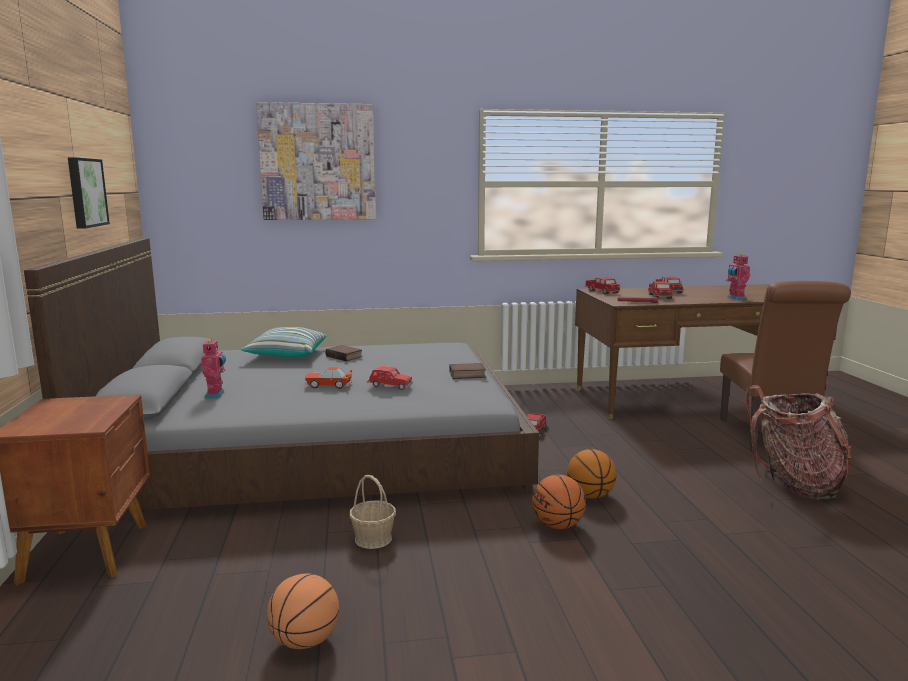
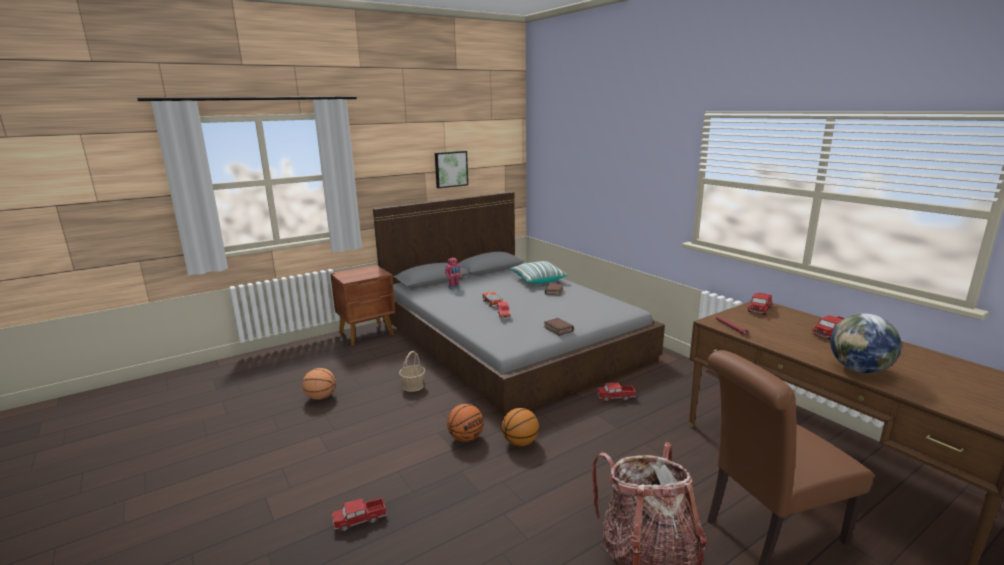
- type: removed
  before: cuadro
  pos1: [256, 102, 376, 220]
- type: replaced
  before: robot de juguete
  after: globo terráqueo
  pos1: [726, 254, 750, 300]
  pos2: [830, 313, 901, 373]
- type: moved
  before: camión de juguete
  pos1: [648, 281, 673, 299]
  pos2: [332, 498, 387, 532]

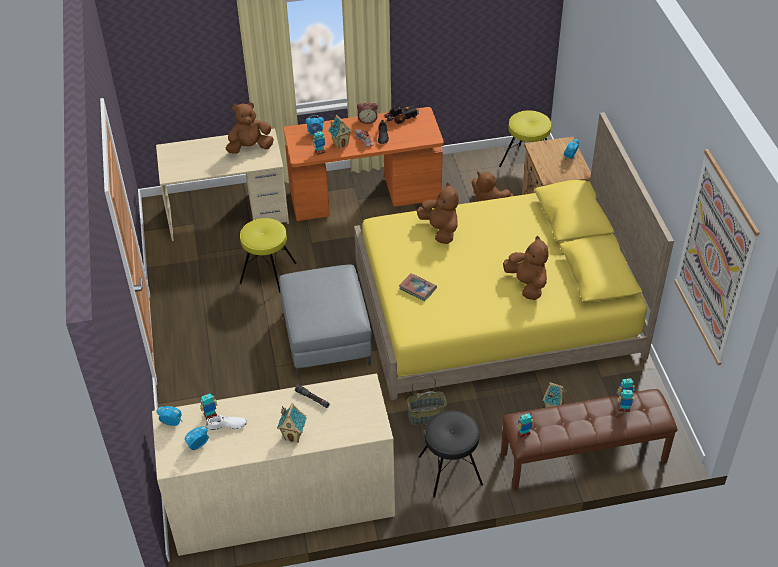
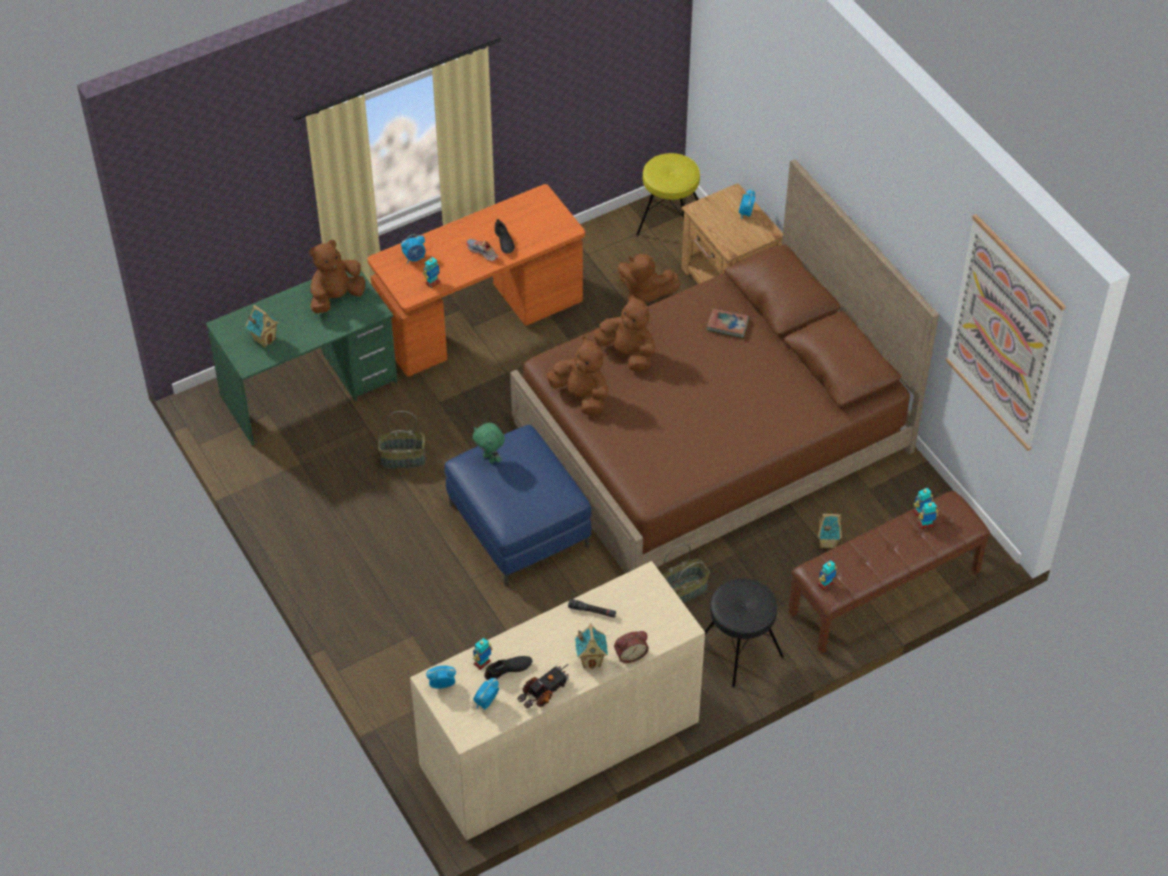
- type: moved
  before: despertador
  pos1: [357, 103, 378, 124]
  pos2: [614, 631, 649, 663]
- type: moved
  before: camión de juguete
  pos1: [384, 105, 420, 124]
  pos2: [517, 664, 569, 708]
- type: recoloured
  before: cama/amarillo
  after: cama/marrón
  pos1: [354, 112, 674, 400]
  pos2: [510, 159, 939, 574]
- type: moved
  before: casita
  pos1: [328, 115, 352, 149]
  pos2: [245, 305, 279, 348]
- type: recoloured
  before: escritorio/beis
  after: escritorio/verde
  pos1: [156, 128, 289, 241]
  pos2: [206, 271, 398, 446]
- type: replaced
  before: taburete/amarillo
  after: cesta
  pos1: [240, 218, 297, 293]
  pos2: [378, 411, 425, 468]
- type: moved
  before: peluche/marrón
  pos1: [503, 236, 549, 300]
  pos2: [547, 336, 609, 415]
- type: recoloured
  before: puf/gris
  after: puf/azul
  pos1: [279, 264, 372, 377]
  pos2: [445, 425, 591, 586]
- type: moved
  before: libro
  pos1: [399, 273, 437, 301]
  pos2: [707, 308, 749, 338]
- type: recoloured
  before: zapato/blanco
  after: zapato/negro
  pos1: [206, 415, 247, 430]
  pos2: [484, 656, 532, 680]
- type: added
  after: peluche/verde
  pos2: [473, 423, 505, 463]

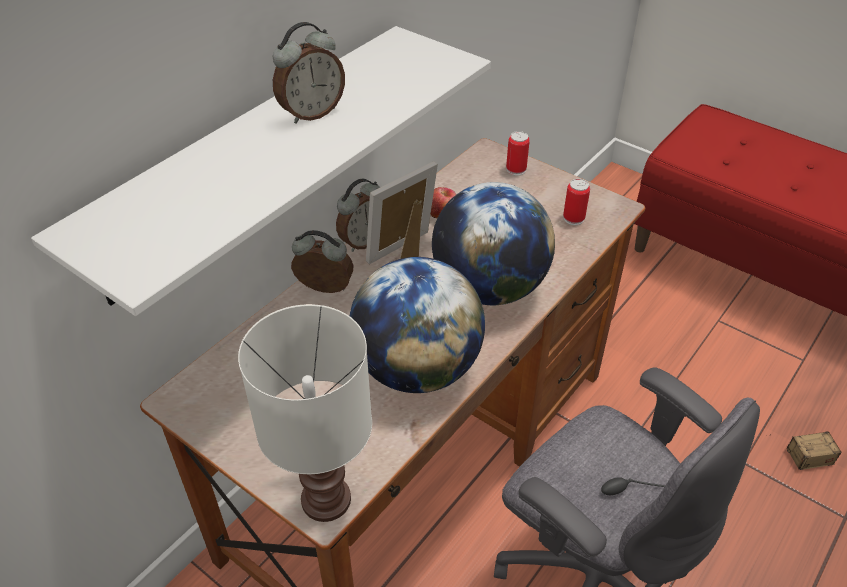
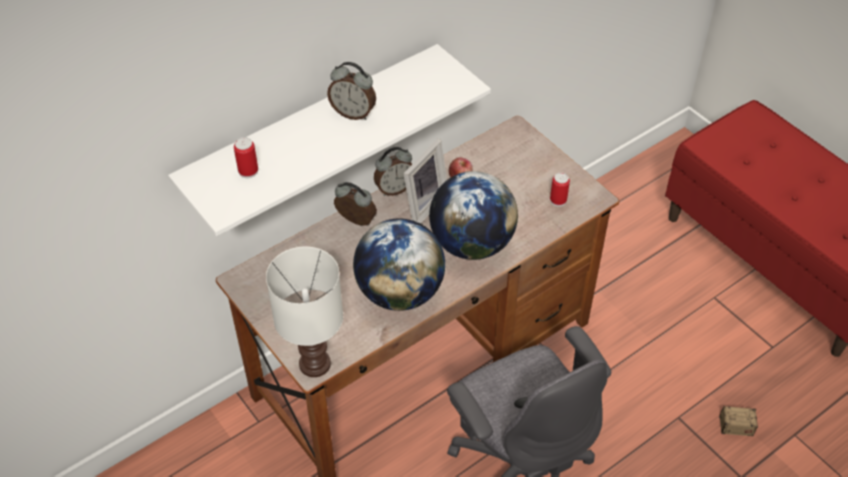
- type: turned
  before: despertador
  pos1: [273, 22, 345, 124]
  pos2: [327, 62, 376, 120]
  turn: 45
- type: moved
  before: lata
  pos1: [506, 131, 530, 176]
  pos2: [234, 137, 258, 178]
- type: turned
  before: portarretratos
  pos1: [366, 161, 438, 264]
  pos2: [404, 139, 447, 224]
  turn: 150

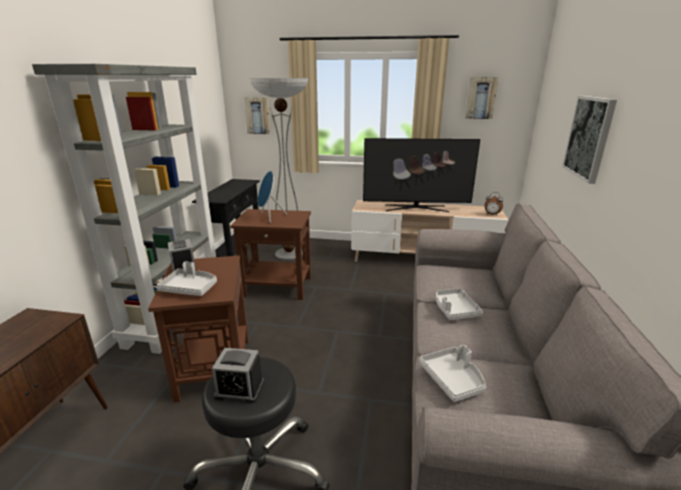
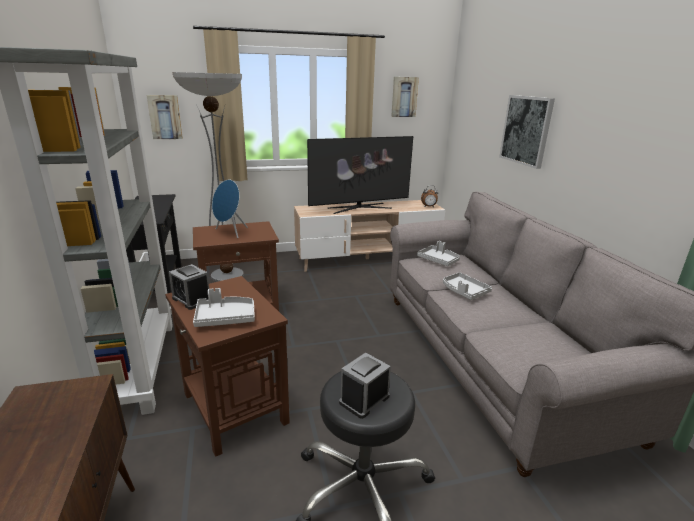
- type: moved
  before: bandeja/gris
  pos1: [419, 345, 486, 402]
  pos2: [417, 241, 460, 266]
- type: turned
  before: despertador
  pos1: [212, 348, 264, 403]
  pos2: [339, 353, 391, 419]
  turn: 150

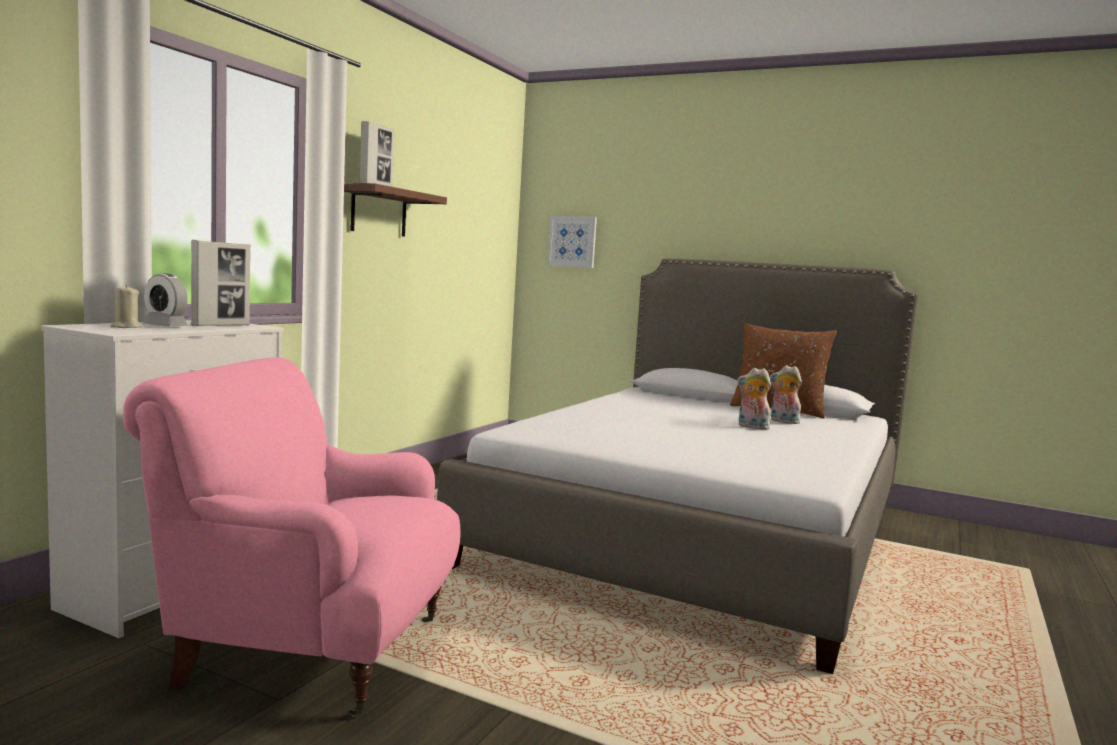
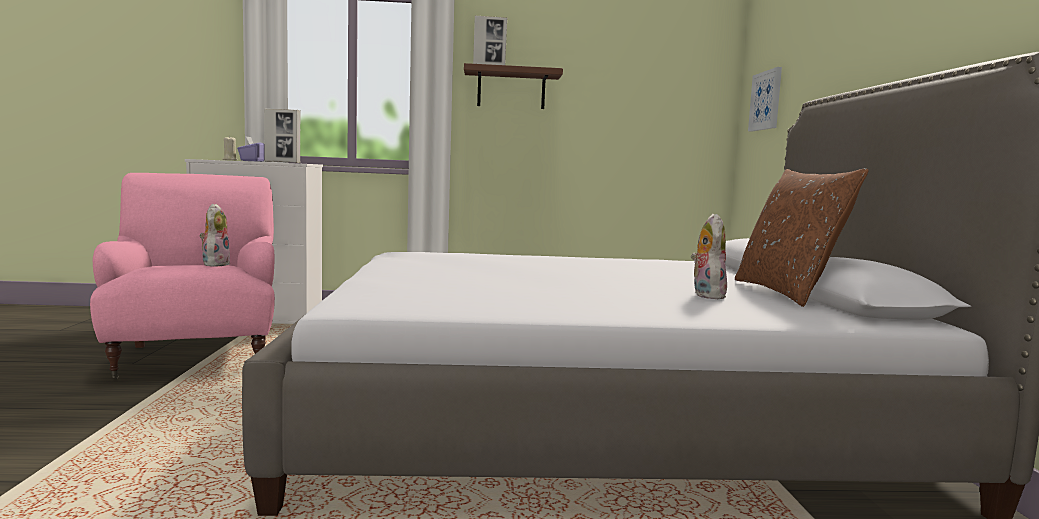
- type: replaced
  before: despertador
  after: caja de pañuelos/morado
  pos1: [144, 273, 188, 327]
  pos2: [237, 136, 265, 162]
- type: moved
  before: peluche
  pos1: [737, 368, 771, 430]
  pos2: [200, 204, 230, 267]

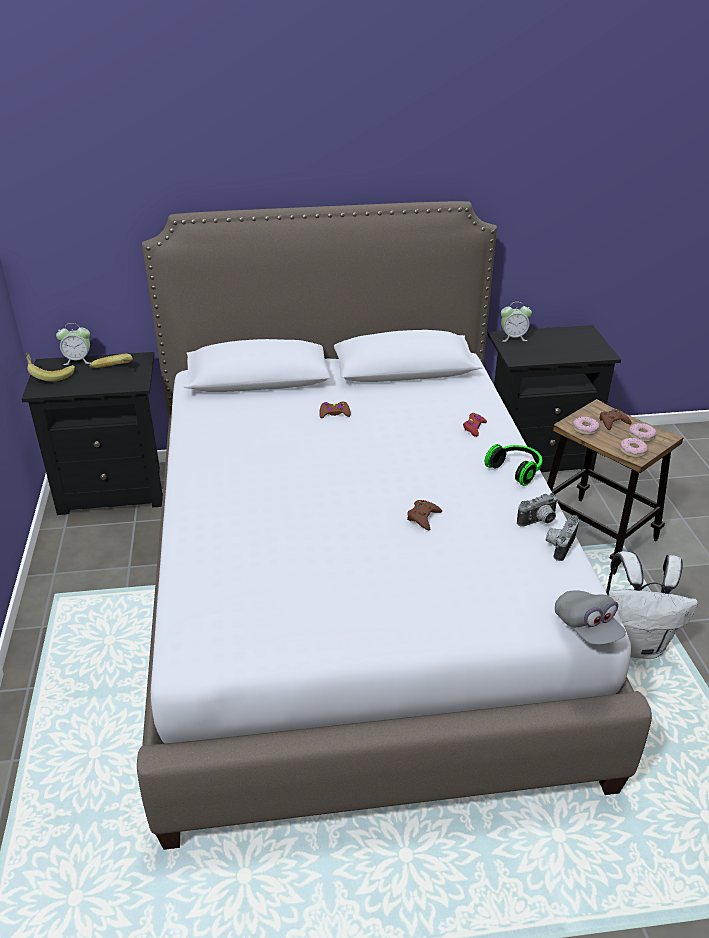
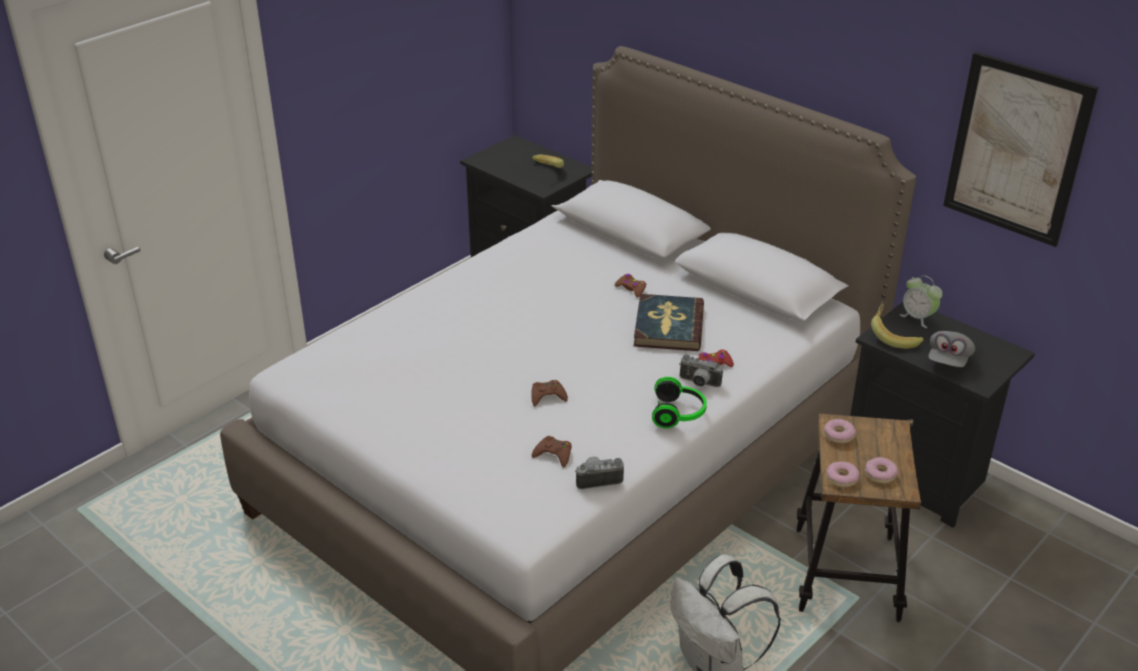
- type: removed
  before: despertador
  pos1: [56, 323, 90, 365]
- type: moved
  before: plátano
  pos1: [26, 353, 75, 381]
  pos2: [871, 301, 924, 349]
- type: moved
  before: mando de consola/marrón
  pos1: [599, 409, 631, 430]
  pos2: [532, 436, 572, 468]
- type: moved
  before: cámara
  pos1: [517, 493, 558, 527]
  pos2: [679, 354, 723, 387]
- type: moved
  before: gorra/gris
  pos1: [555, 590, 626, 644]
  pos2: [928, 331, 975, 367]
- type: added
  after: cuadro
  pos2: [943, 52, 1098, 247]
- type: added
  after: libro
  pos2: [634, 294, 704, 351]

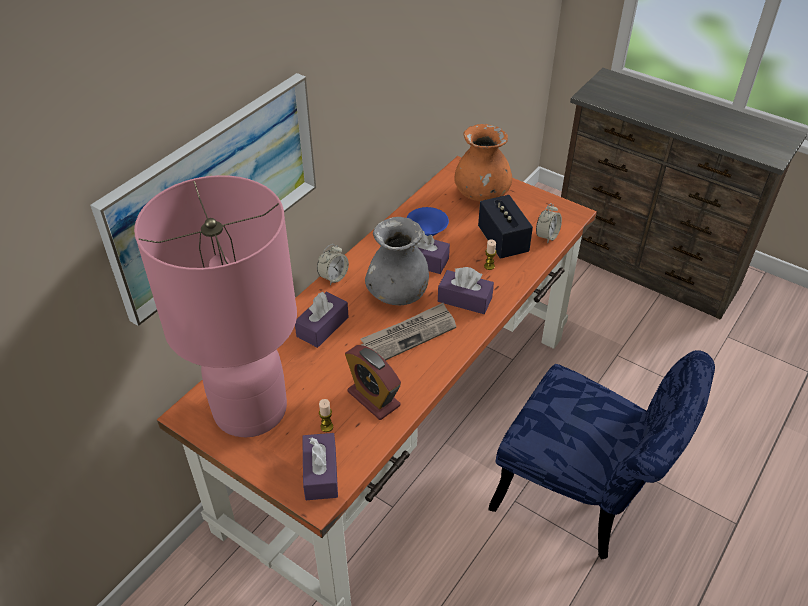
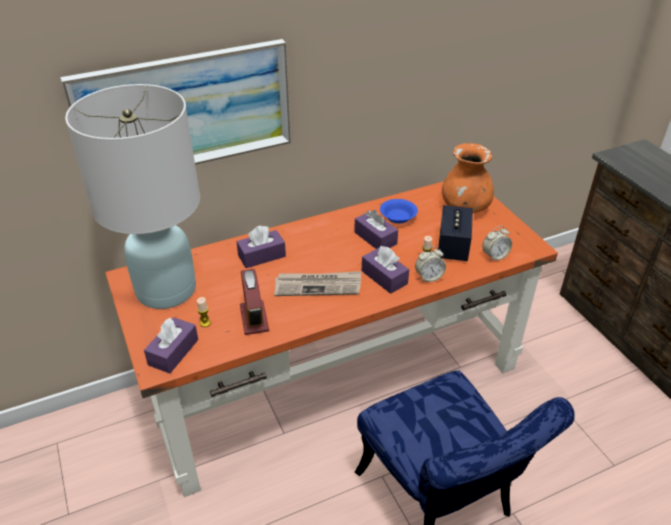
- type: recoloured
  before: lámpara de mesa/rosa
  after: lámpara de mesa/blanco
  pos1: [134, 175, 297, 437]
  pos2: [65, 84, 200, 309]
- type: removed
  before: florero/gris
  pos1: [365, 217, 429, 305]
- type: moved
  before: despertador
  pos1: [317, 244, 349, 285]
  pos2: [415, 246, 446, 283]

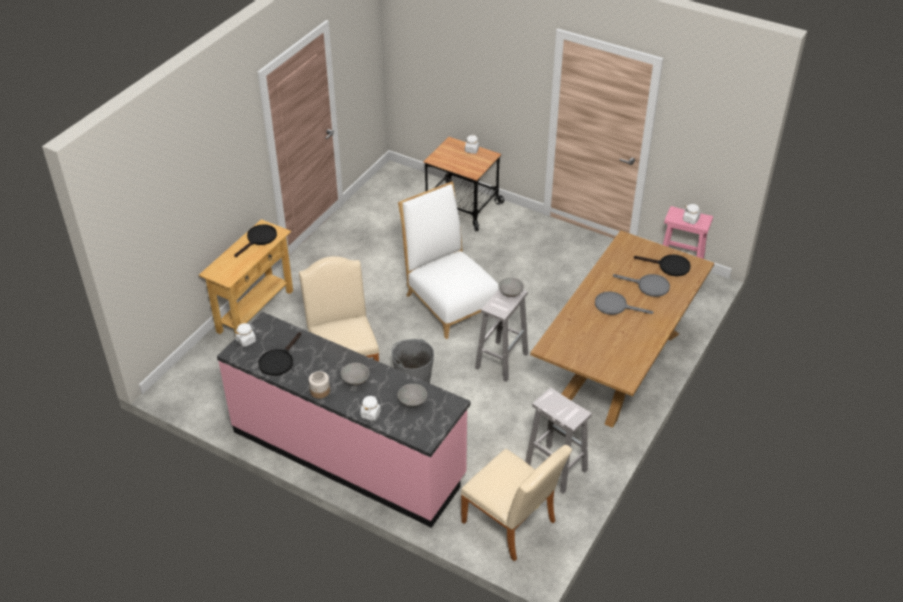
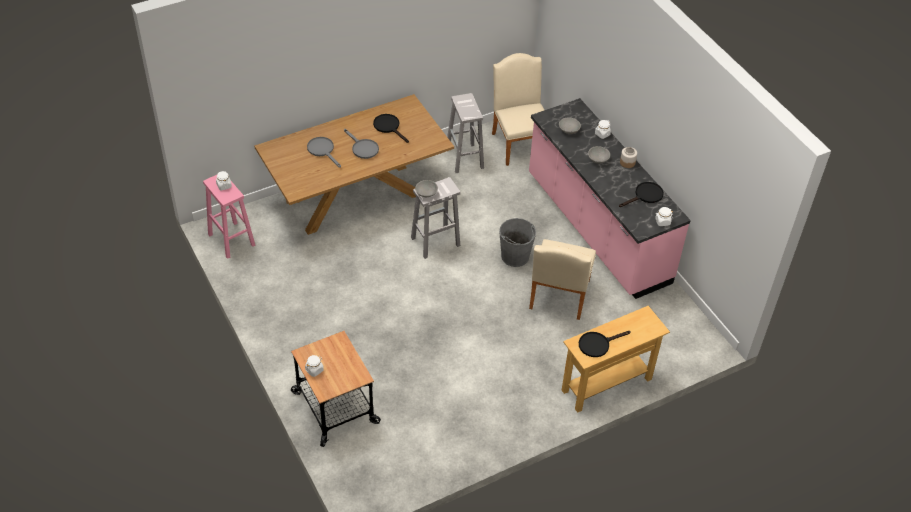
- type: removed
  before: silla/blanco
  pos1: [398, 181, 499, 339]
- type: moved
  before: sartén/negro
  pos1: [634, 255, 690, 276]
  pos2: [373, 114, 409, 143]

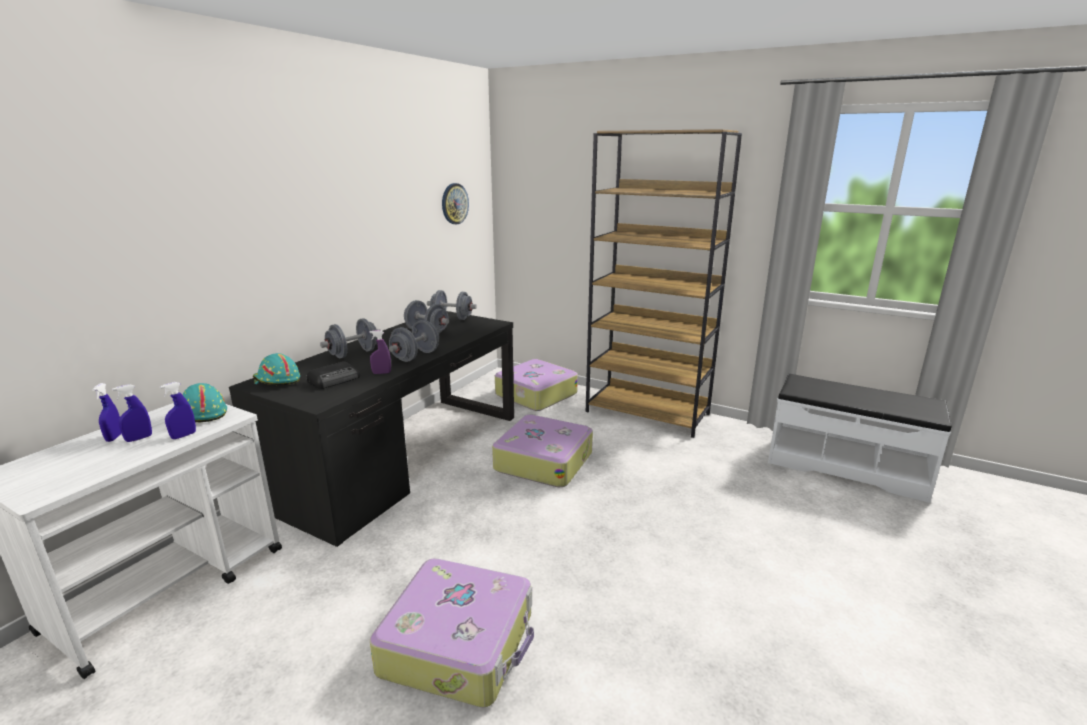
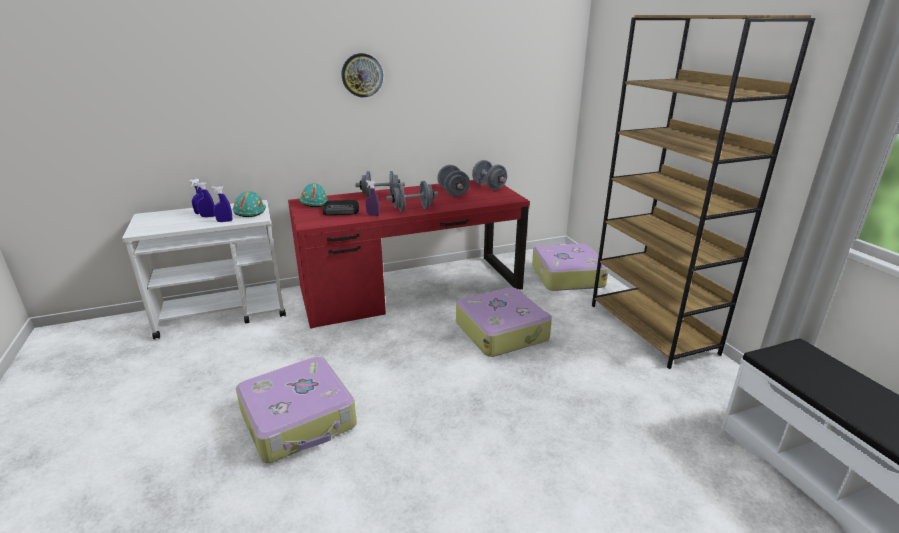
- type: moved
  before: reloj de pared
  pos1: [442, 183, 469, 224]
  pos2: [342, 53, 383, 97]
- type: recoloured
  before: escritorio/negro
  after: escritorio/rojo
  pos1: [229, 311, 514, 547]
  pos2: [288, 180, 530, 329]

